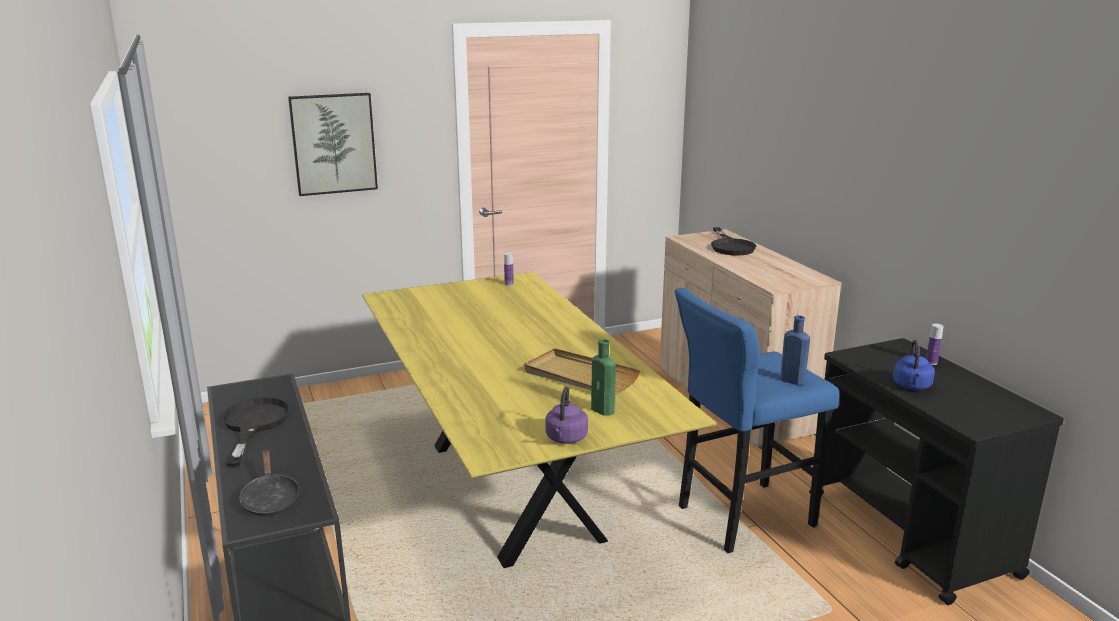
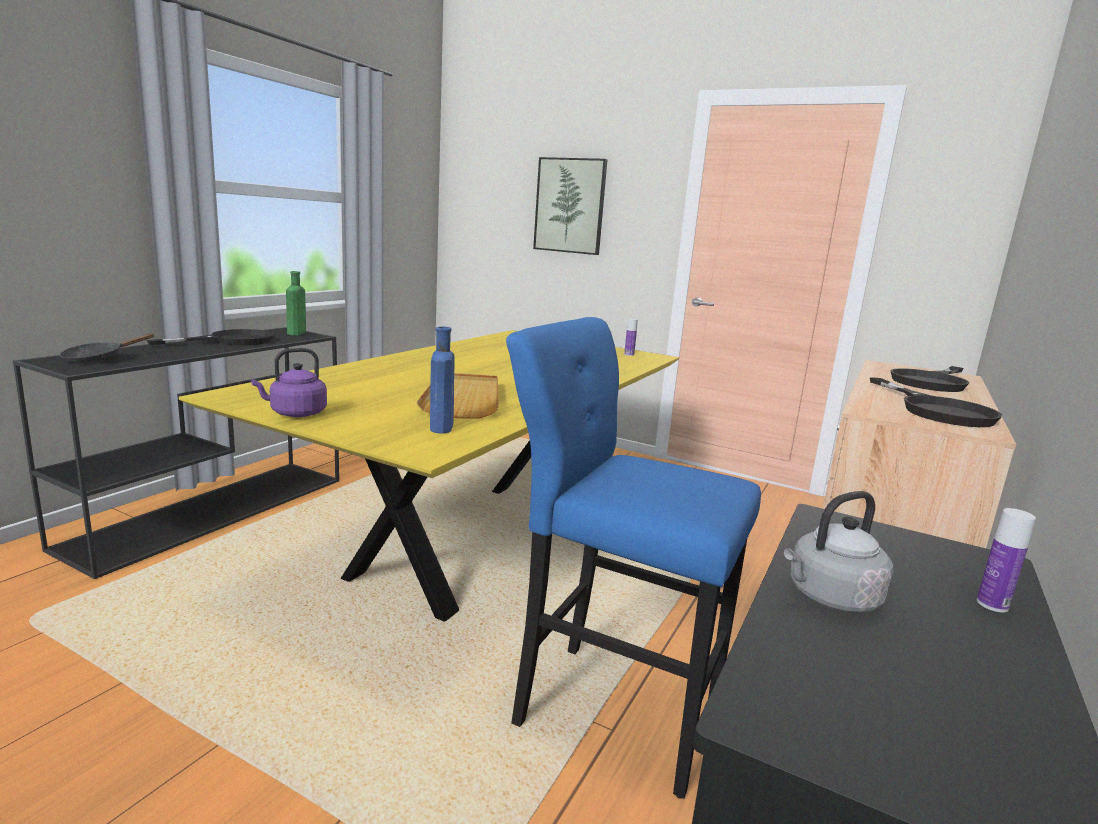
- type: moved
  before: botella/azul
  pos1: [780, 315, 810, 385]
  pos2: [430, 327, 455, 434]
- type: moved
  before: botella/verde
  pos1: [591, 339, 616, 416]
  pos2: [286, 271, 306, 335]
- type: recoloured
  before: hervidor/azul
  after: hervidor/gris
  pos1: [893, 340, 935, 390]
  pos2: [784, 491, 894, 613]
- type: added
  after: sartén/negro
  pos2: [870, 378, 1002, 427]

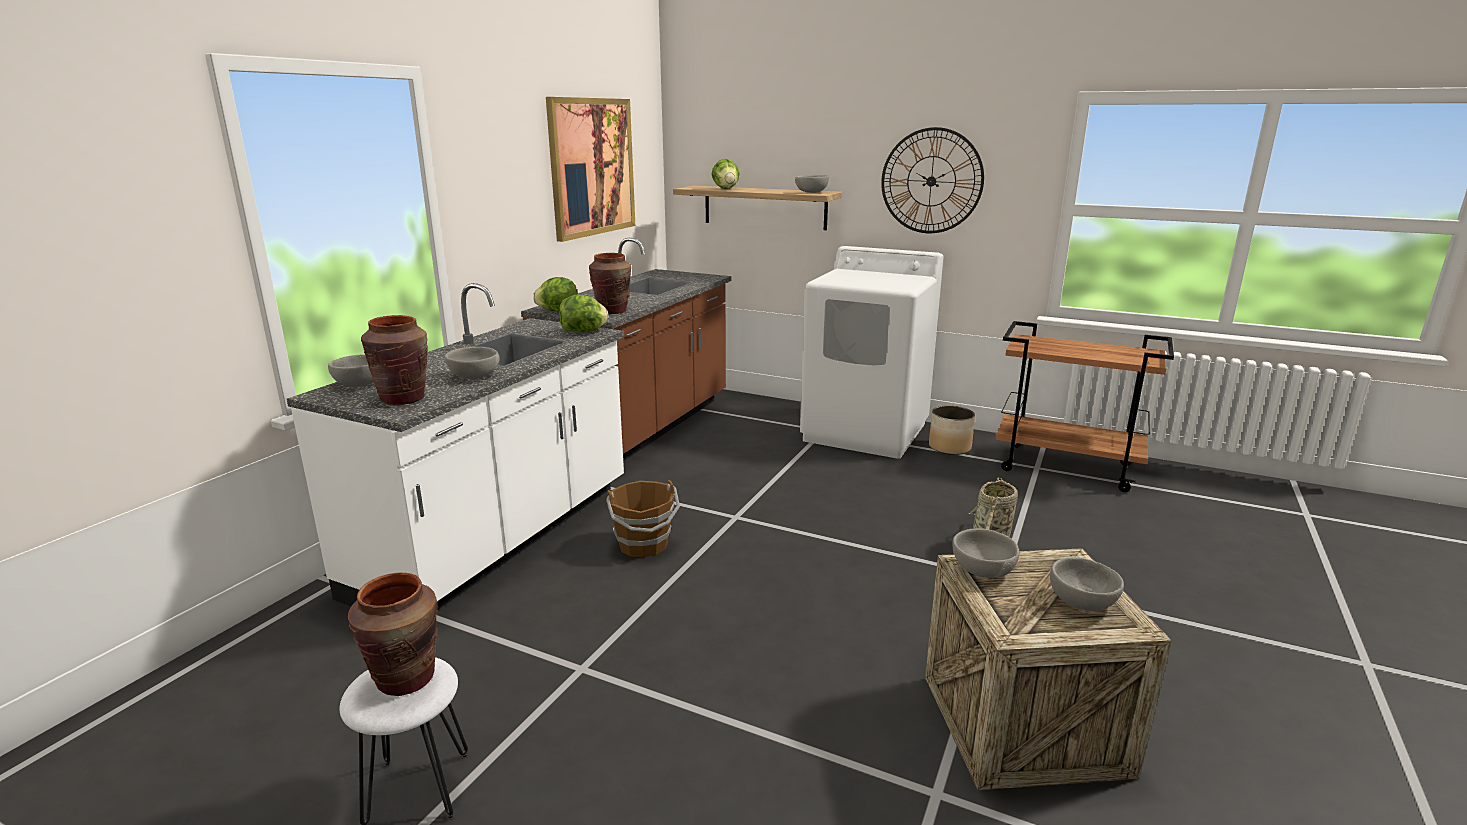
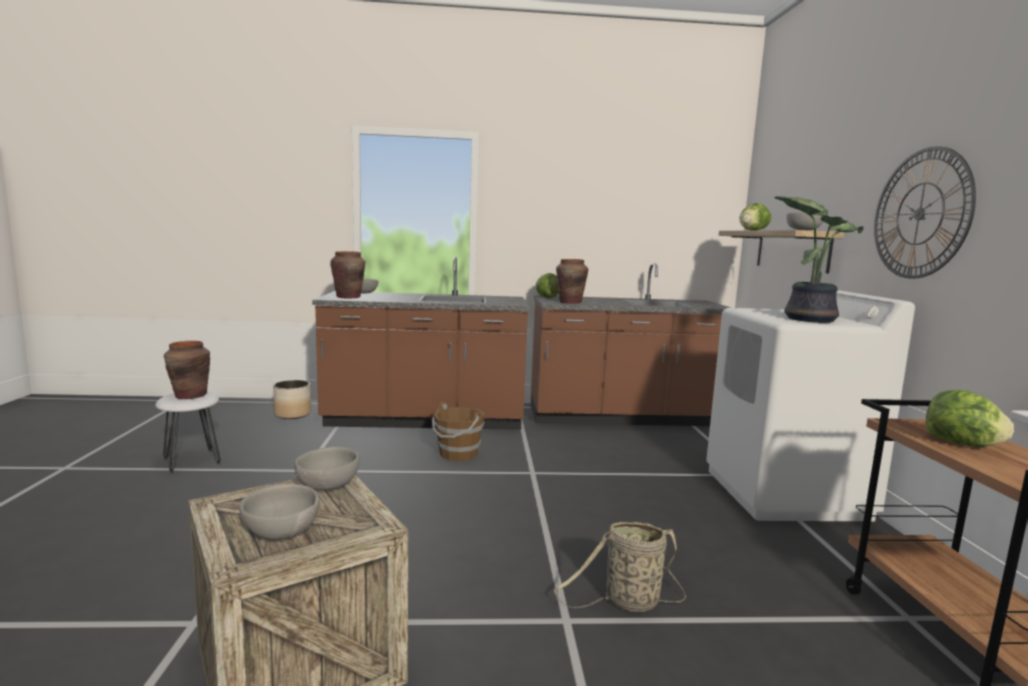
- type: removed
  before: cuadro
  pos1: [546, 97, 635, 242]
- type: recoloured
  before: mueble bajo de cocina/blanco
  after: mueble bajo de cocina/marrón
  pos1: [287, 283, 624, 610]
  pos2: [312, 257, 530, 430]
- type: moved
  before: lechuga
  pos1: [559, 294, 608, 333]
  pos2: [926, 390, 1014, 447]
- type: removed
  before: cuenco/gris
  pos1: [445, 347, 500, 379]
- type: moved
  before: maceta
  pos1: [929, 405, 975, 455]
  pos2: [273, 380, 311, 419]
- type: added
  after: planta en maceta
  pos2: [774, 196, 863, 323]

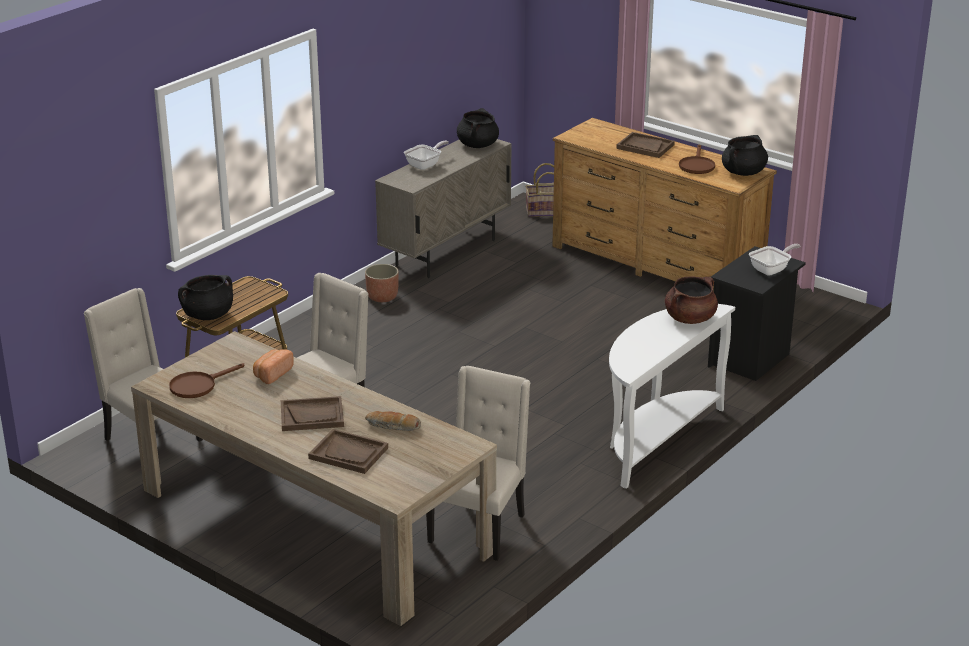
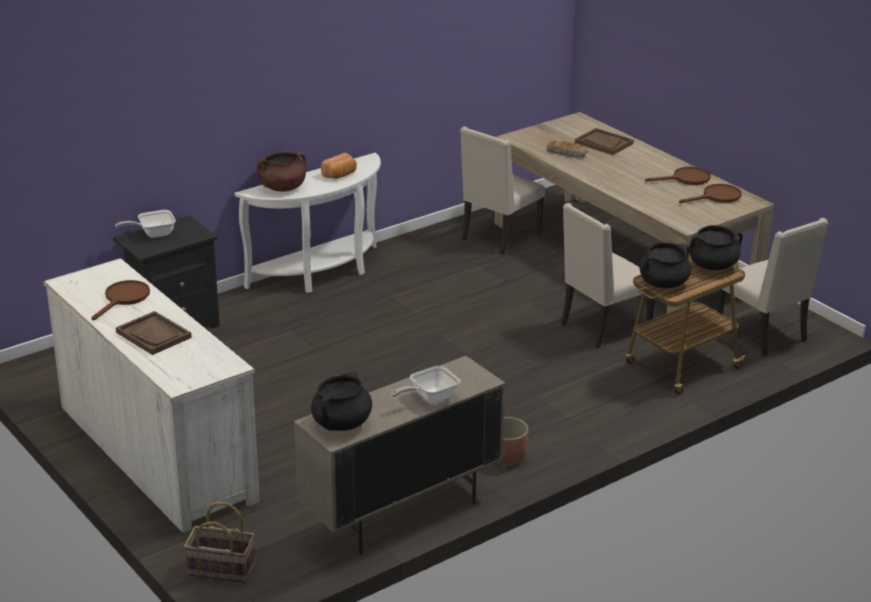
- type: recoloured
  before: cómoda/marrón
  after: cómoda/blanco
  pos1: [552, 118, 777, 290]
  pos2: [43, 258, 260, 533]
- type: moved
  before: olla/negro
  pos1: [722, 135, 768, 176]
  pos2: [639, 242, 691, 288]
- type: moved
  before: pan
  pos1: [253, 349, 294, 384]
  pos2: [321, 153, 357, 179]
- type: removed
  before: bandeja/marrón
  pos1: [281, 396, 344, 431]
- type: added
  after: sartén/marrón
  pos2: [645, 167, 711, 185]

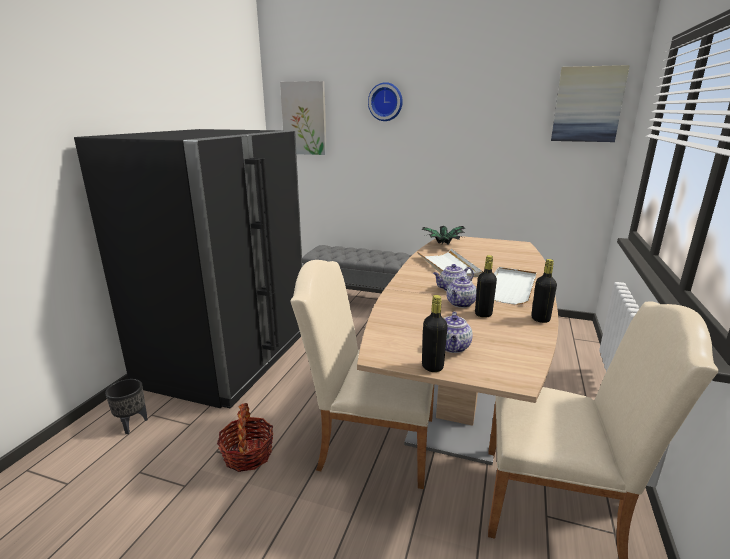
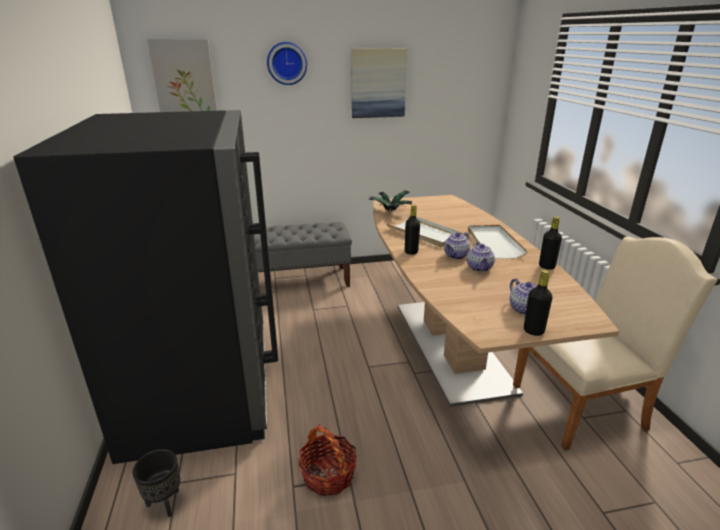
- type: moved
  before: cuadro
  pos1: [551, 65, 630, 142]
  pos2: [351, 48, 407, 118]
- type: moved
  before: botella/negro
  pos1: [475, 255, 497, 318]
  pos2: [405, 204, 420, 255]
- type: removed
  before: silla/beis
  pos1: [290, 260, 434, 489]

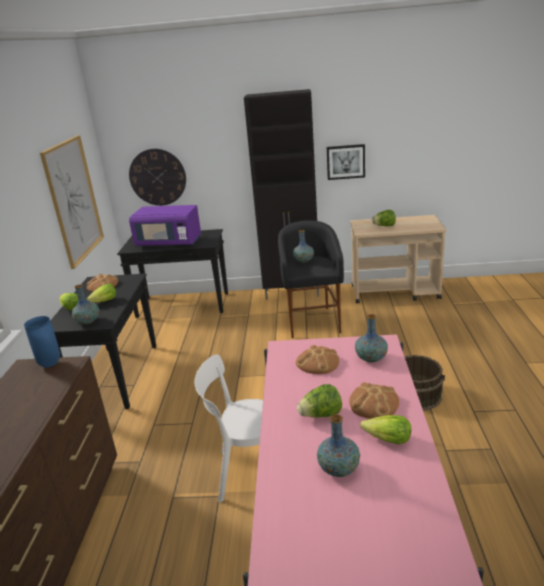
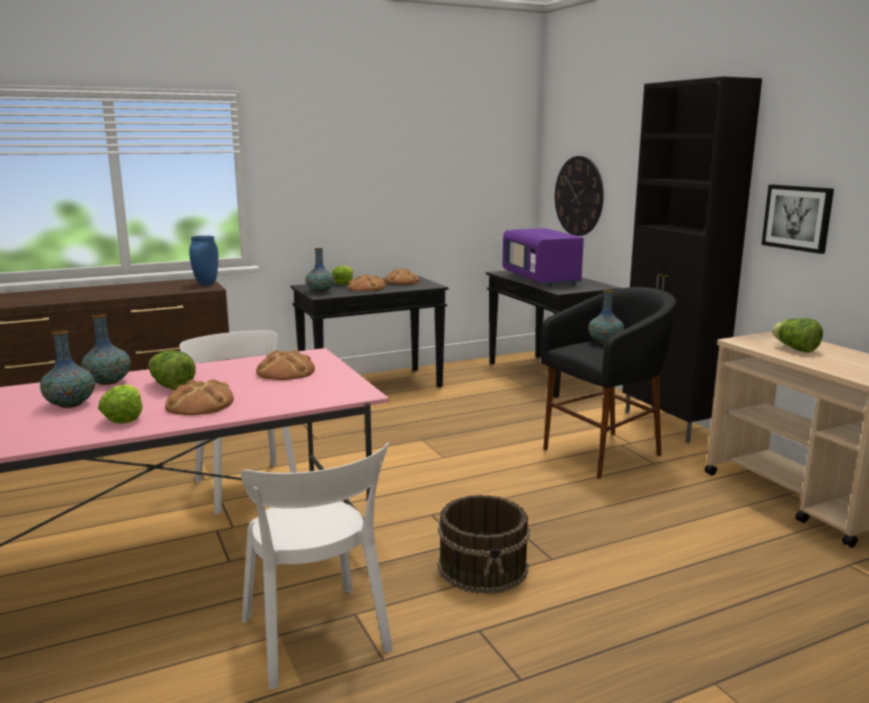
- type: removed
  before: cuadro
  pos1: [40, 135, 104, 269]
- type: replaced
  before: lechuga
  after: pan
  pos1: [87, 284, 116, 303]
  pos2: [347, 274, 385, 291]
- type: moved
  before: florero
  pos1: [355, 314, 388, 363]
  pos2: [81, 314, 131, 385]
- type: added
  after: silla/blanco
  pos2: [241, 443, 393, 690]

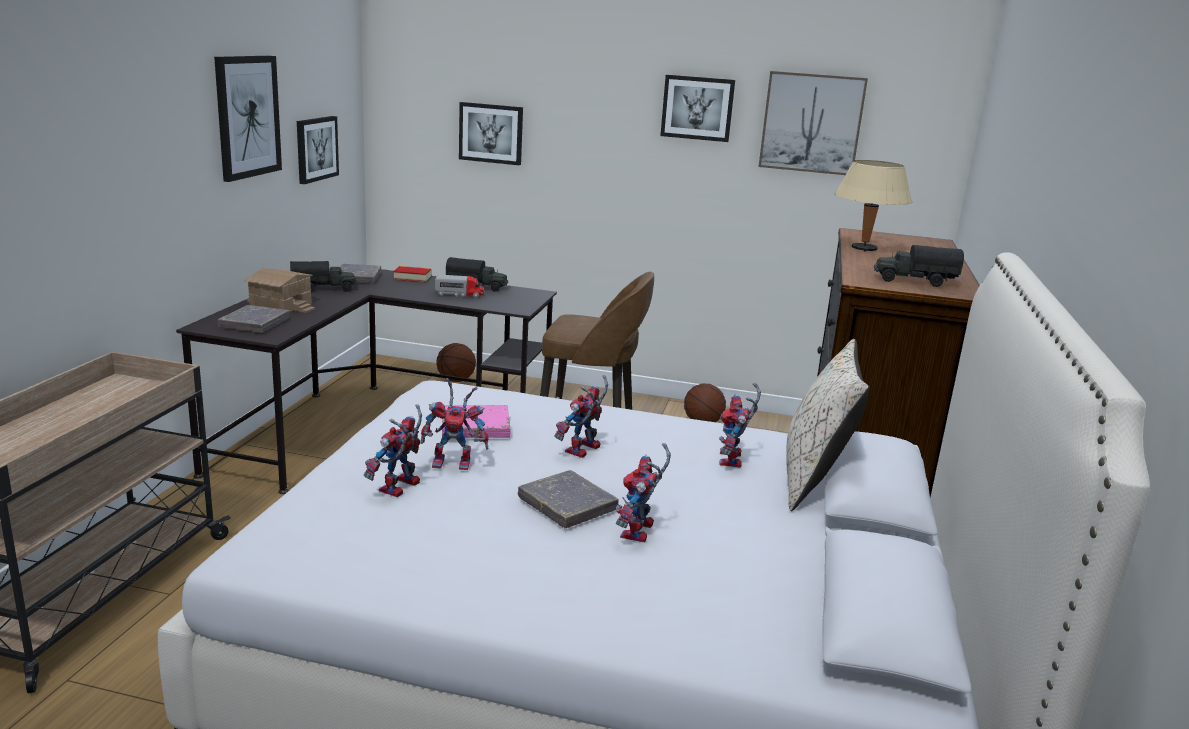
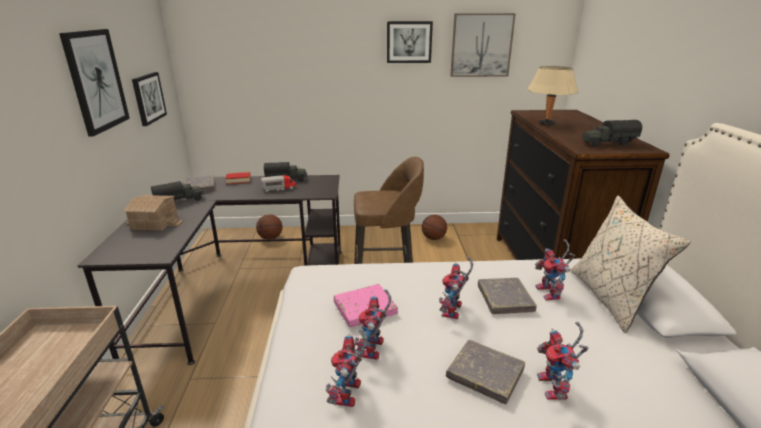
- type: removed
  before: cuadro
  pos1: [459, 102, 523, 165]
- type: moved
  before: libro/gris
  pos1: [218, 305, 290, 332]
  pos2: [478, 278, 537, 314]
- type: turned
  before: robot de juguete
  pos1: [421, 378, 489, 470]
  pos2: [354, 290, 391, 360]
  turn: 120

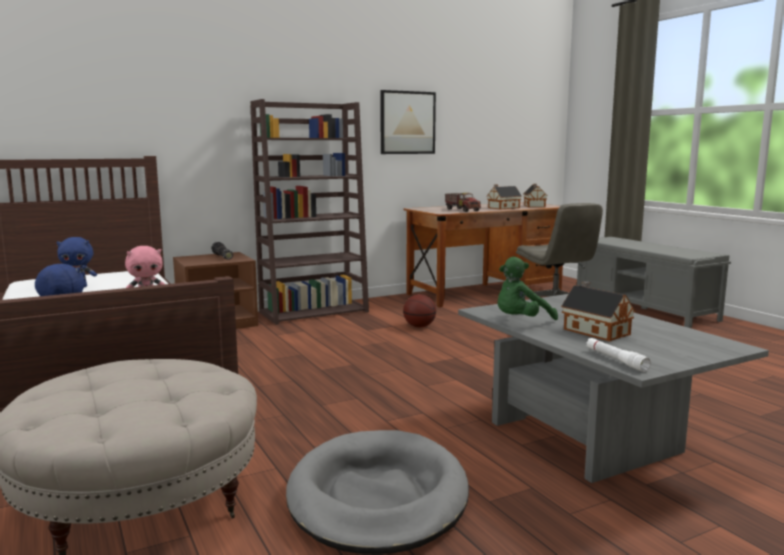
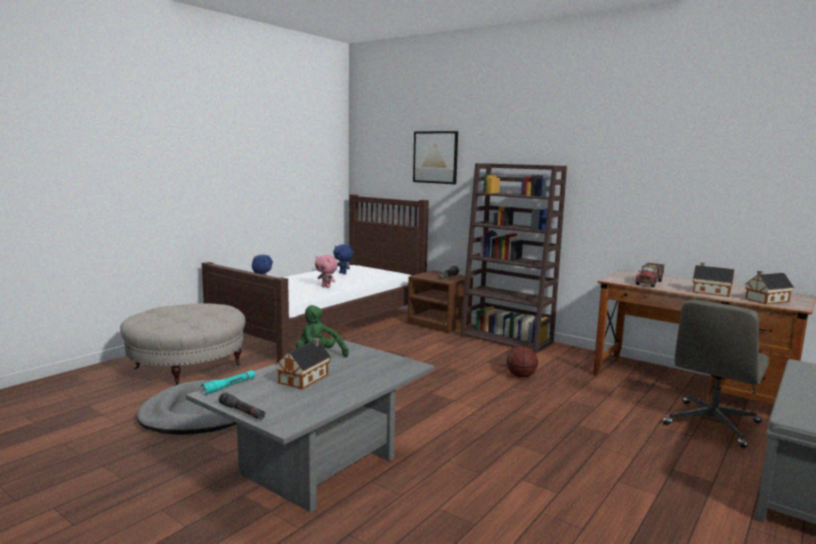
- type: moved
  before: cuadro
  pos1: [380, 90, 436, 154]
  pos2: [413, 131, 458, 184]
- type: recoloured
  before: linterna/blanco
  after: linterna/turquesa
  pos1: [586, 338, 651, 372]
  pos2: [201, 370, 255, 395]
- type: added
  after: linterna/negro
  pos2: [219, 392, 266, 420]

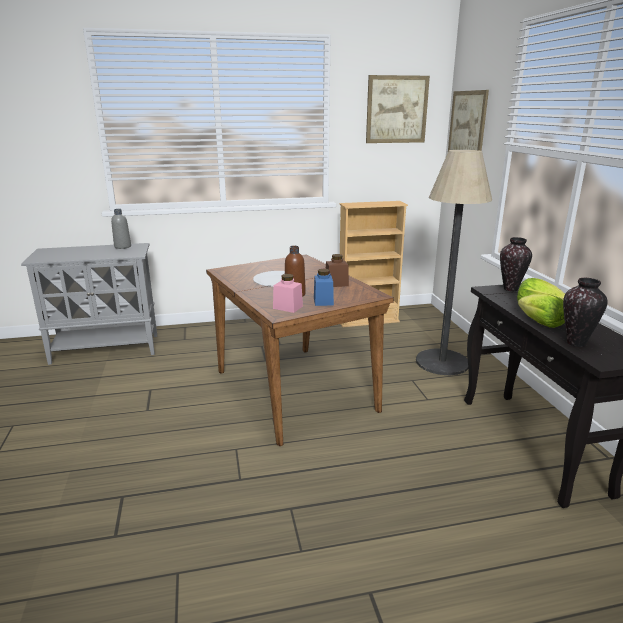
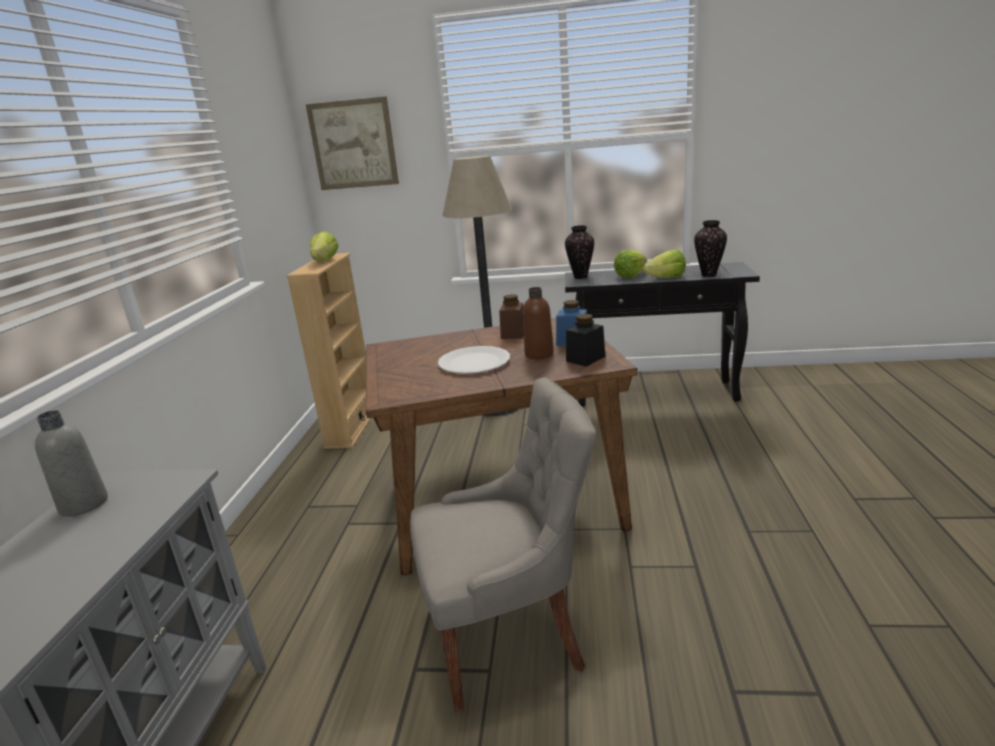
- type: removed
  before: cuadro
  pos1: [366, 75, 430, 143]
- type: recoloured
  before: tarro/rosa
  after: tarro/negro
  pos1: [273, 274, 303, 313]
  pos2: [566, 314, 606, 367]
- type: added
  after: lechuga
  pos2: [310, 231, 339, 261]
- type: added
  after: silla/gris
  pos2: [410, 377, 596, 712]

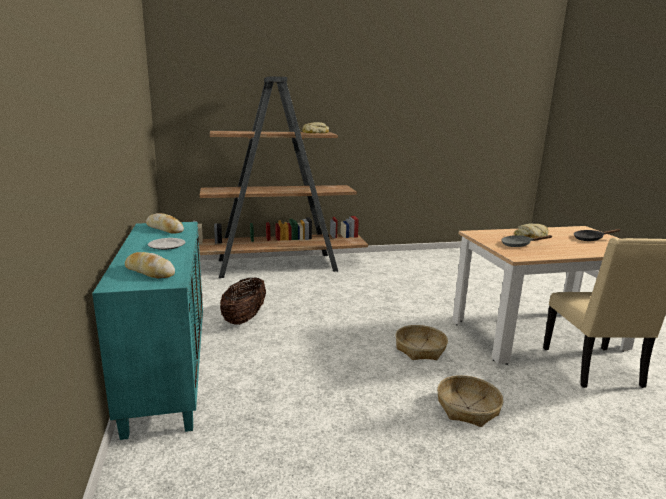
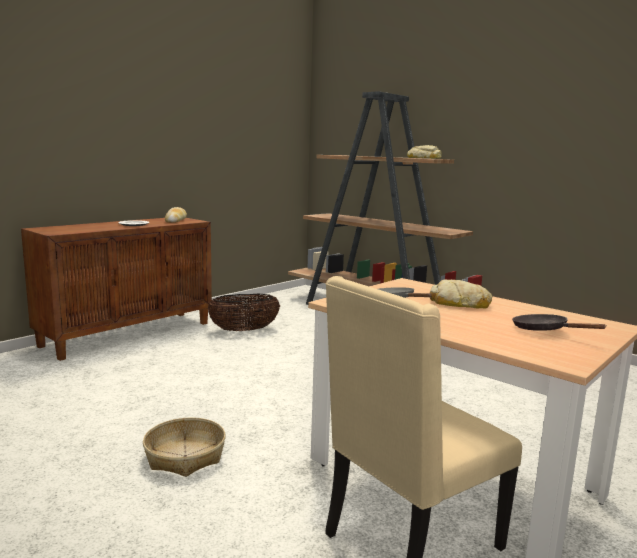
- type: recoloured
  before: armario/turquesa
  after: armario/marrón
  pos1: [92, 222, 203, 440]
  pos2: [21, 218, 212, 361]
- type: removed
  before: pan
  pos1: [125, 252, 175, 278]
- type: removed
  before: cesta
  pos1: [395, 325, 448, 360]

